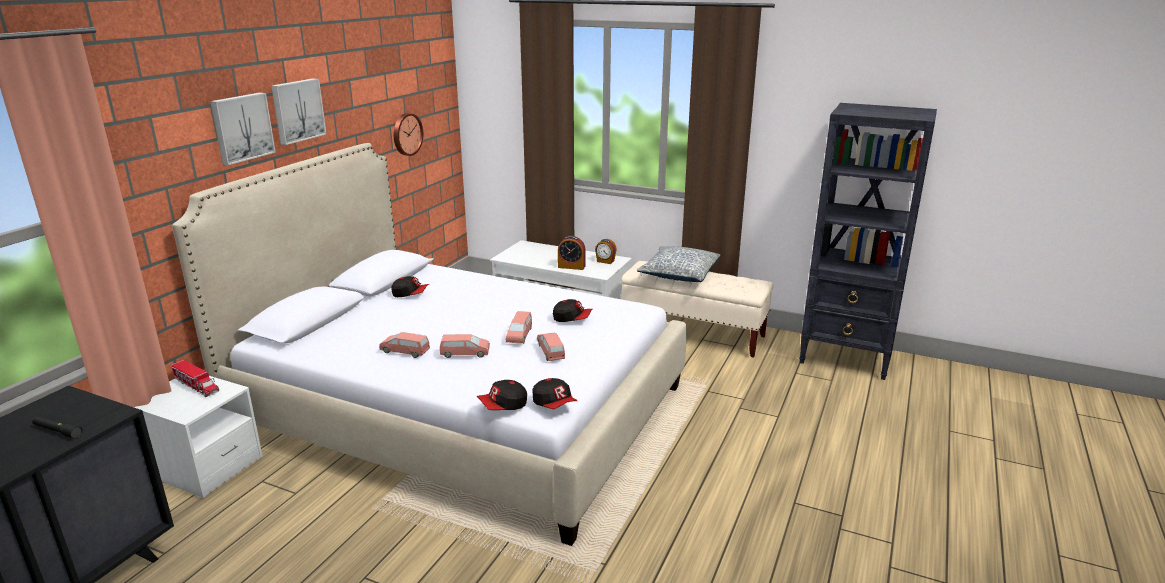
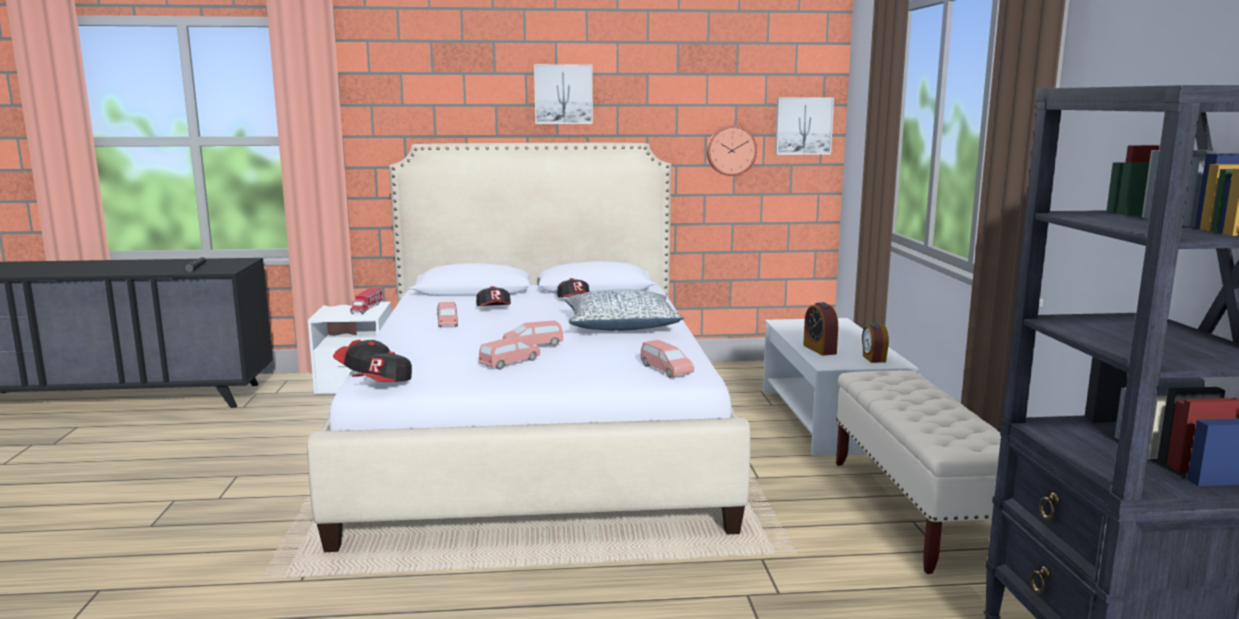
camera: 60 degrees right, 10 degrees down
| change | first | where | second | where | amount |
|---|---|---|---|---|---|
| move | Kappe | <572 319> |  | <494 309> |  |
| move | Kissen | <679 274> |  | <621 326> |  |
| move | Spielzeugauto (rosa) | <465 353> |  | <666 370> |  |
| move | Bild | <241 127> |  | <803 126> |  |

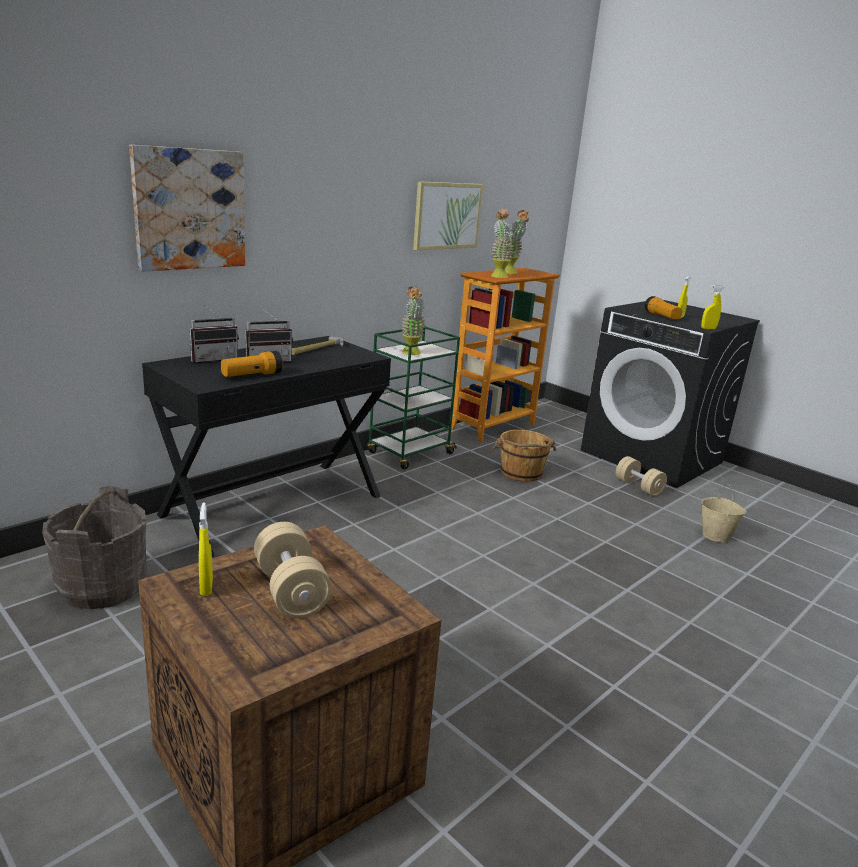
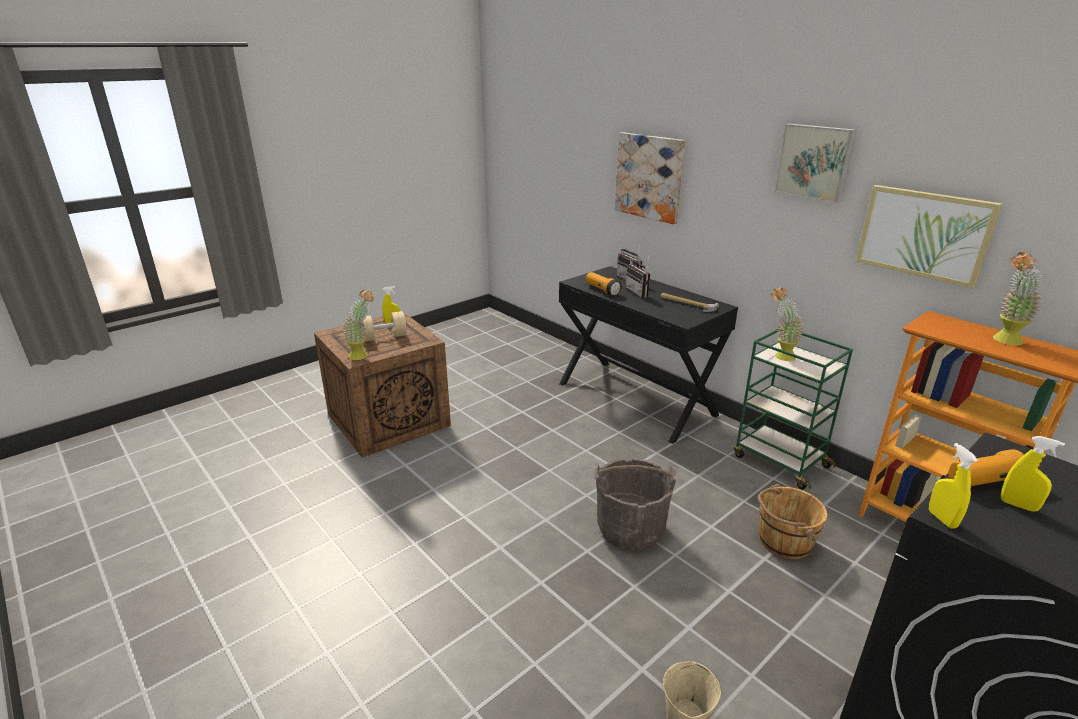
camera: 95 degrees right, 5 degrees up
| change | first | where | second | where | amount |
|---|---|---|---|---|---|
| move | Topfpflanze | <497 275> |  | <363 355> |  |
| move | Eimer (grau) | <102 586> |  | <630 529> |  |
| insert |  |  | Bild | <815 162> |  |
| delete | Hantel (beige) | <638 487> |  |  |  |

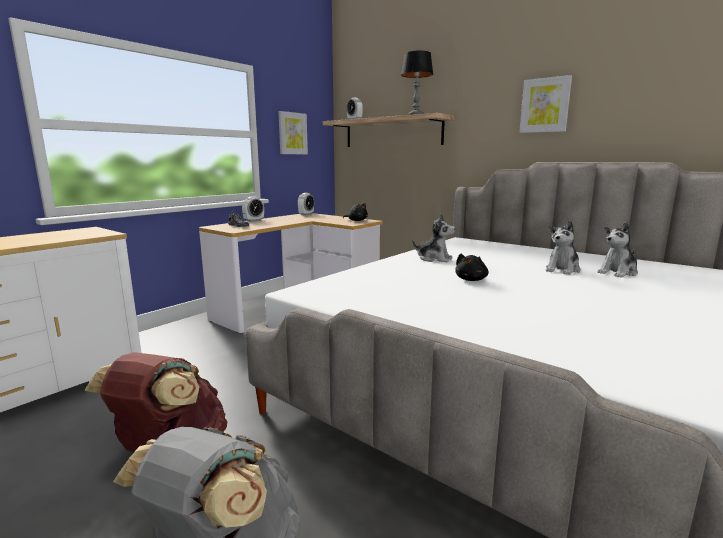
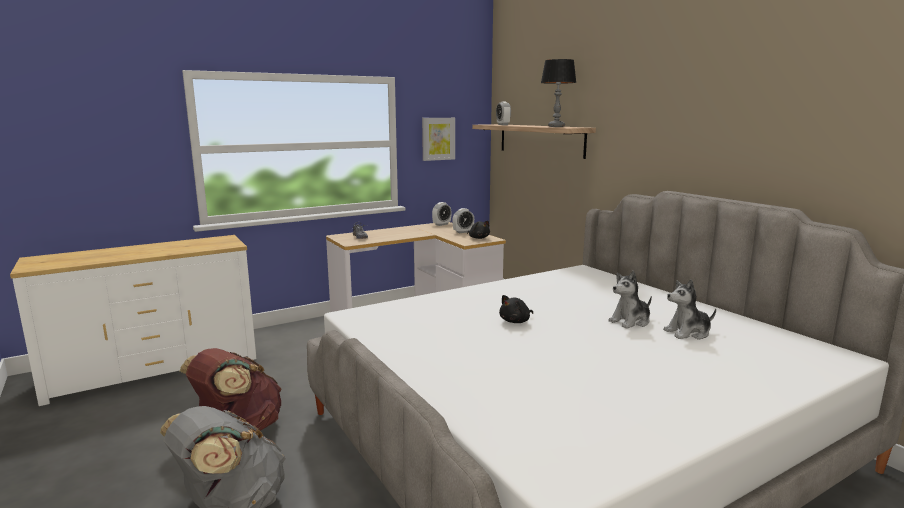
camera: 20 degrees right, 0 degrees up
| change | first | where | second | where | amount |
|---|---|---|---|---|---|
| move | Wecker | <254 220> |  | <463 232> |  |
| delete | Plüschtier | <434 259> |  |  |  |
| delete | Bild | <545 105> |  |  |  |

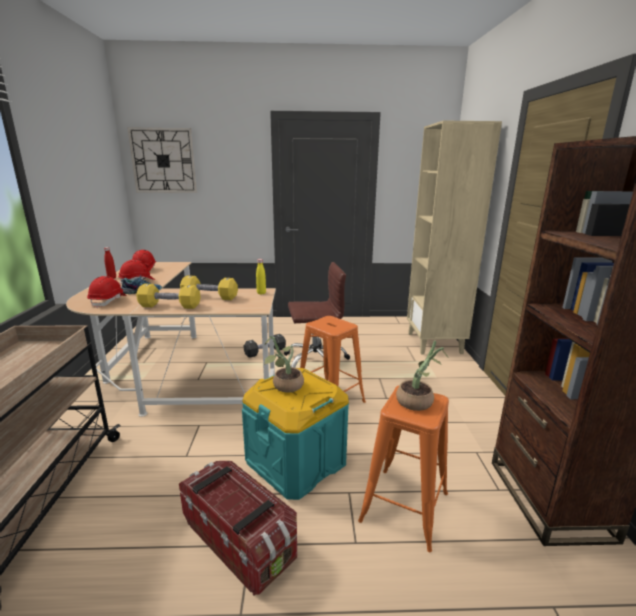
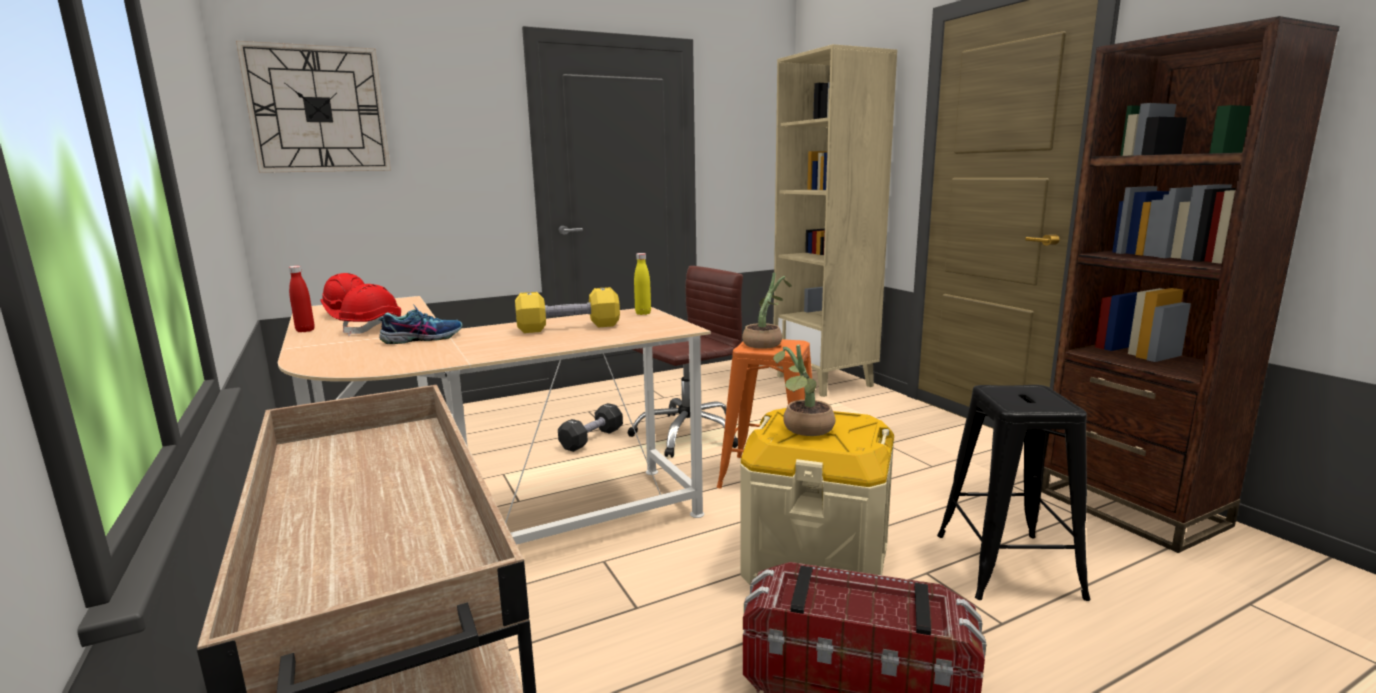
camera: 25 degrees left, 5 degrees down
| change | first | where | second | where | amount |
|---|---|---|---|---|---|
| recolor | Aufbewahrungsbox (türkis) | <296 462> | Aufbewahrungsbox (beige) | <816 561> |  |
| move | Topfpflanze | <419 401> |  | <766 343> |  |
| recolor | Hocker (orange) | <404 506> | Hocker (schwarz) | <1006 564> |  |
| delete | Schutzhelm (rot) | <108 301> |  |  |  |
| delete | Hantel (gelb) | <170 306> |  |  |  |

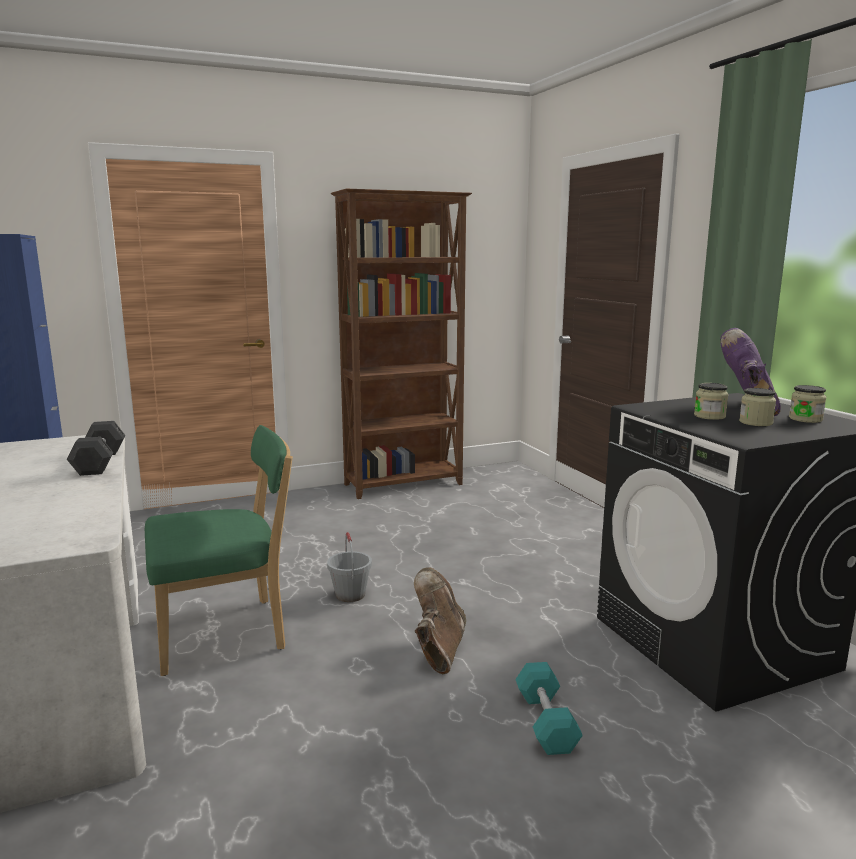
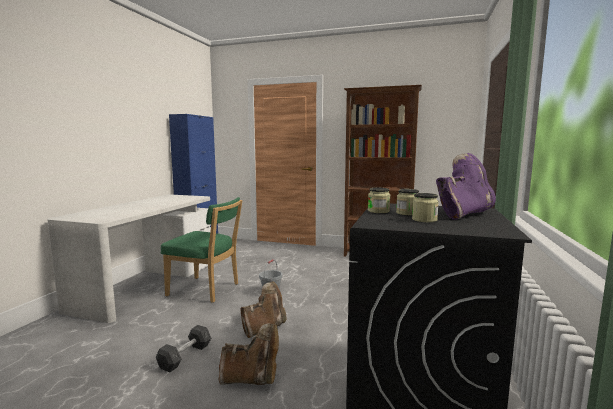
camera: 40 degrees right, 5 degrees down
| change | first | where | second | where | amount |
|---|---|---|---|---|---|
| move | Hantel (grau) | <99 462> |  | <185 356> |  |
| replace | Hantel (türkis) | <546 722> | Stiefel (braun) | <251 379> |  |
| move | Vorratsglas | <805 419> |  | <378 211> |  |

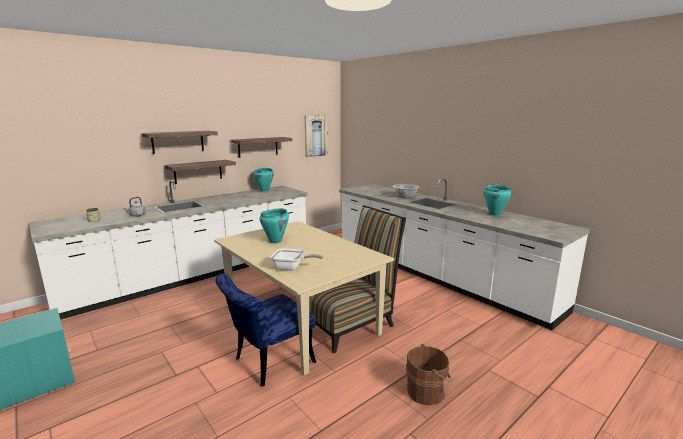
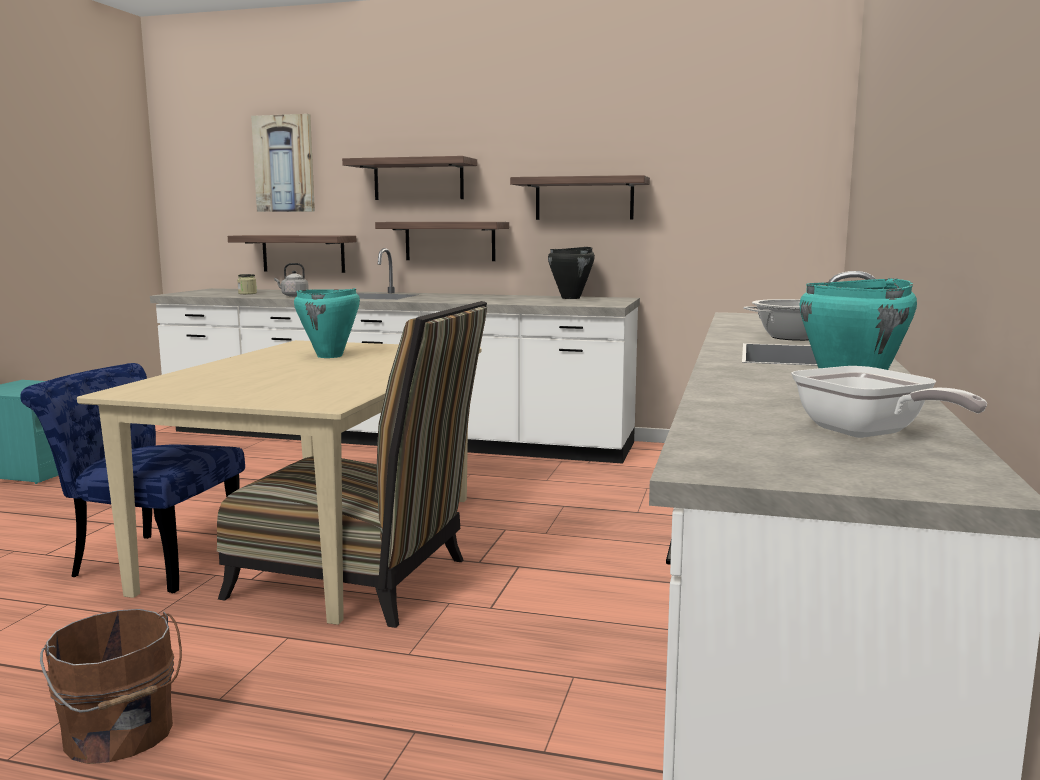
camera: 55 degrees right, 5 degrees down
| change | first | where | second | where | amount |
|---|---|---|---|---|---|
| insert |  |  | Wandregal | <303 253> |  |
| move | Bild | <315 136> |  | <284 164> |  |
| recolor | Kochtopf (türkis) | <264 190> | Kochtopf (schwarz) | <571 298> |  |
| move | Pfanne | <292 268> |  | <868 434> |  |

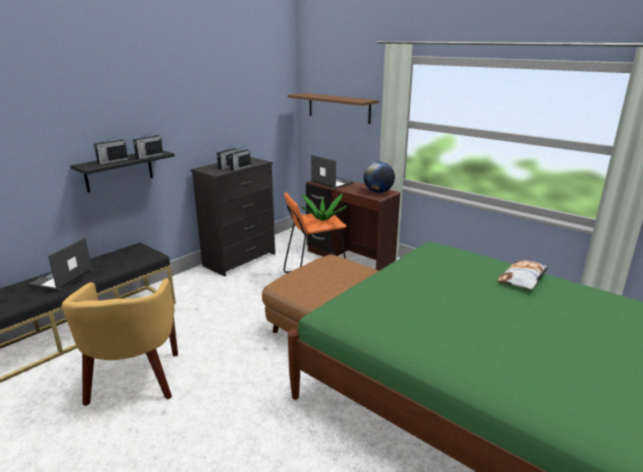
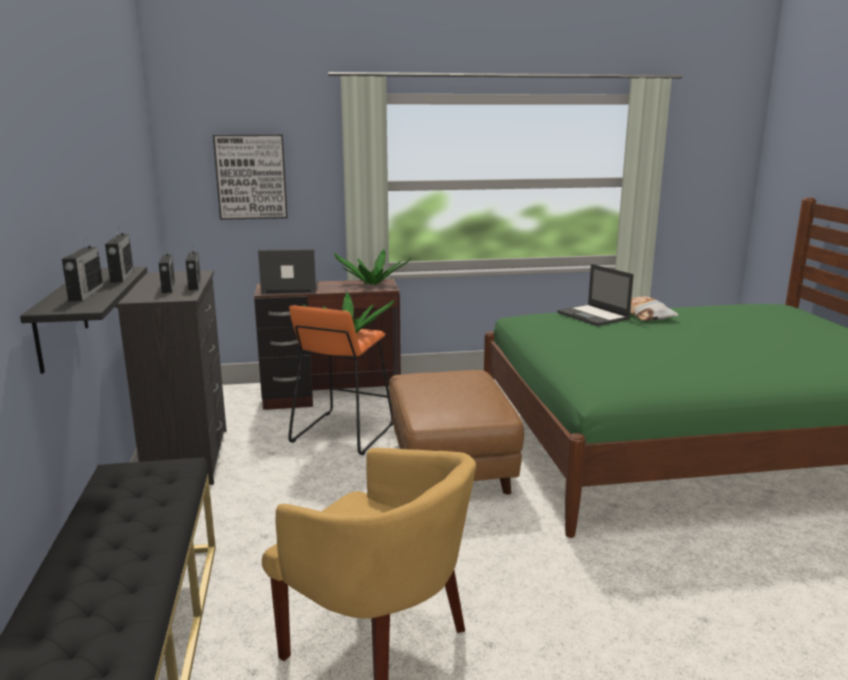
camera: 50 degrees left, 5 degrees down
| change | first | where | second | where | amount |
|---|---|---|---|---|---|
| replace | Wandregal (braun) | <338 108> | Bild | <251 177> |  |
| replace | Globus | <378 192> | Topfpflanze | <372 284> |  |
| move | Laptop | <61 278> |  | <594 316> |  |

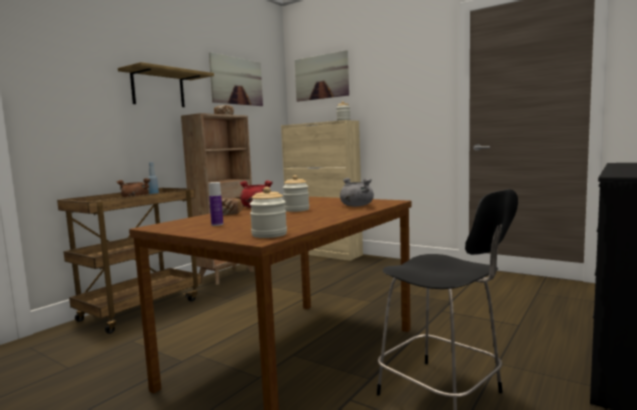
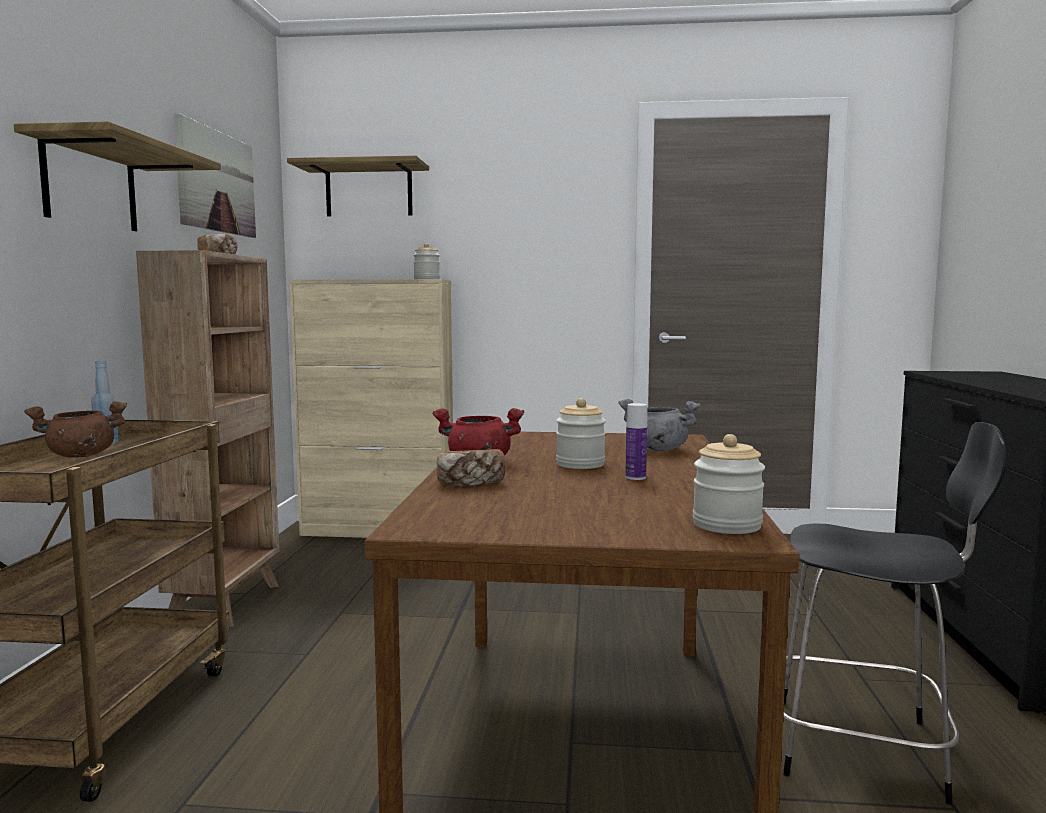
camera: 30 degrees left, 0 degrees up
| change | first | where | second | where | amount |
|---|---|---|---|---|---|
| replace | Bild | <321 77> | Wandregal | <369 191> |  |
| move | Flasche | <217 224> |  | <635 477> |  |

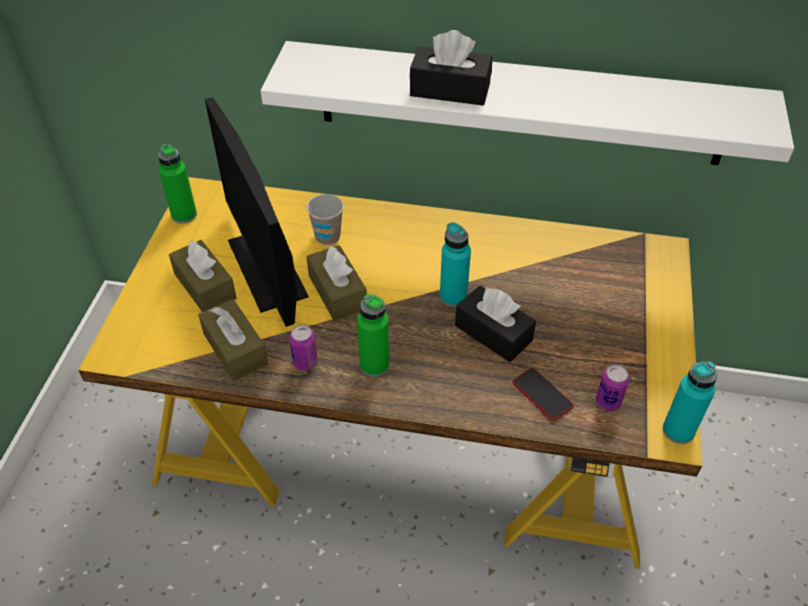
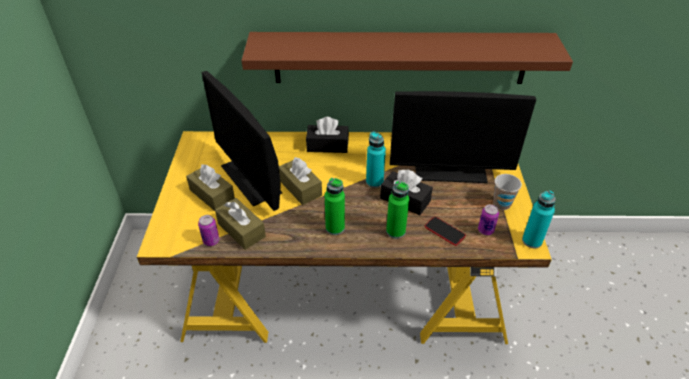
camera: 10 degrees left, 5 degrees down
| change | first | where | second | where | amount |
|---|---|---|---|---|---|
| move | Dose | <305 362> |  | <211 241> |  |
| recolor | Wandregal (weiß) | <520 104> | Wandregal (braun) | <400 58> |  |
| move | Taschentuchbox (schwarz) | <450 89> |  | <327 145> |  |
| move | Flasche (grün) | <184 215> |  | <395 231> |  |
| insert |  |  | Monitor | <450 171> |  |
| move | Tasse | <327 237> |  | <501 204> |  |

